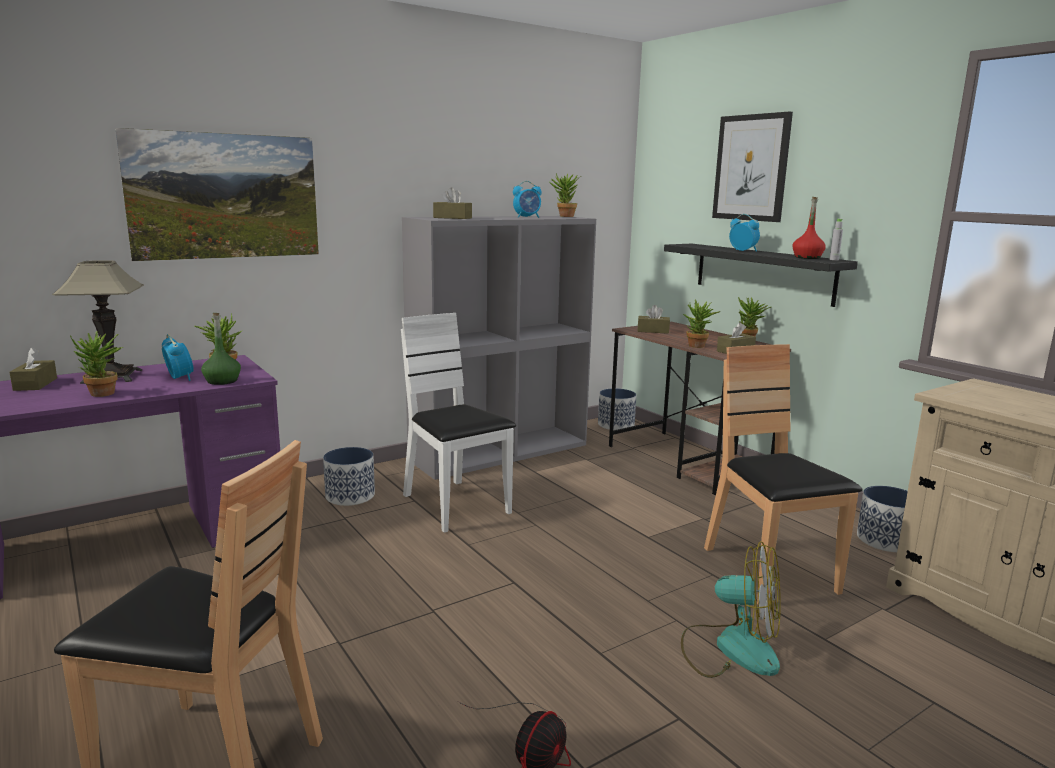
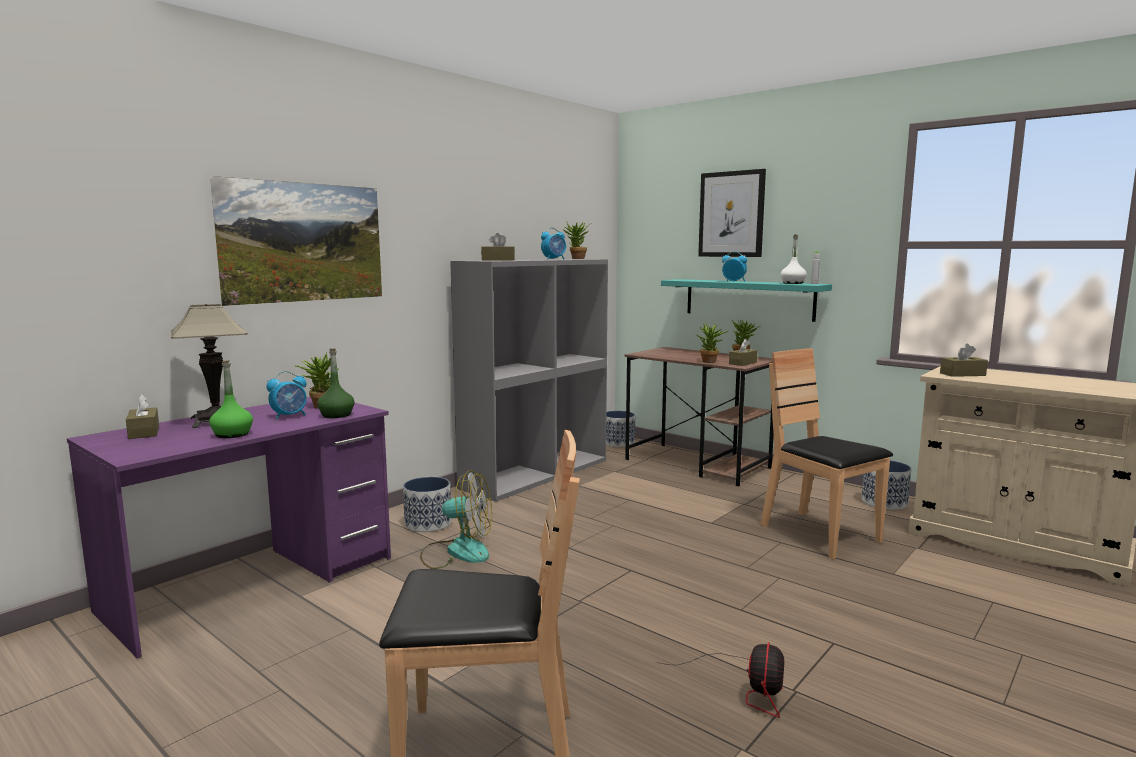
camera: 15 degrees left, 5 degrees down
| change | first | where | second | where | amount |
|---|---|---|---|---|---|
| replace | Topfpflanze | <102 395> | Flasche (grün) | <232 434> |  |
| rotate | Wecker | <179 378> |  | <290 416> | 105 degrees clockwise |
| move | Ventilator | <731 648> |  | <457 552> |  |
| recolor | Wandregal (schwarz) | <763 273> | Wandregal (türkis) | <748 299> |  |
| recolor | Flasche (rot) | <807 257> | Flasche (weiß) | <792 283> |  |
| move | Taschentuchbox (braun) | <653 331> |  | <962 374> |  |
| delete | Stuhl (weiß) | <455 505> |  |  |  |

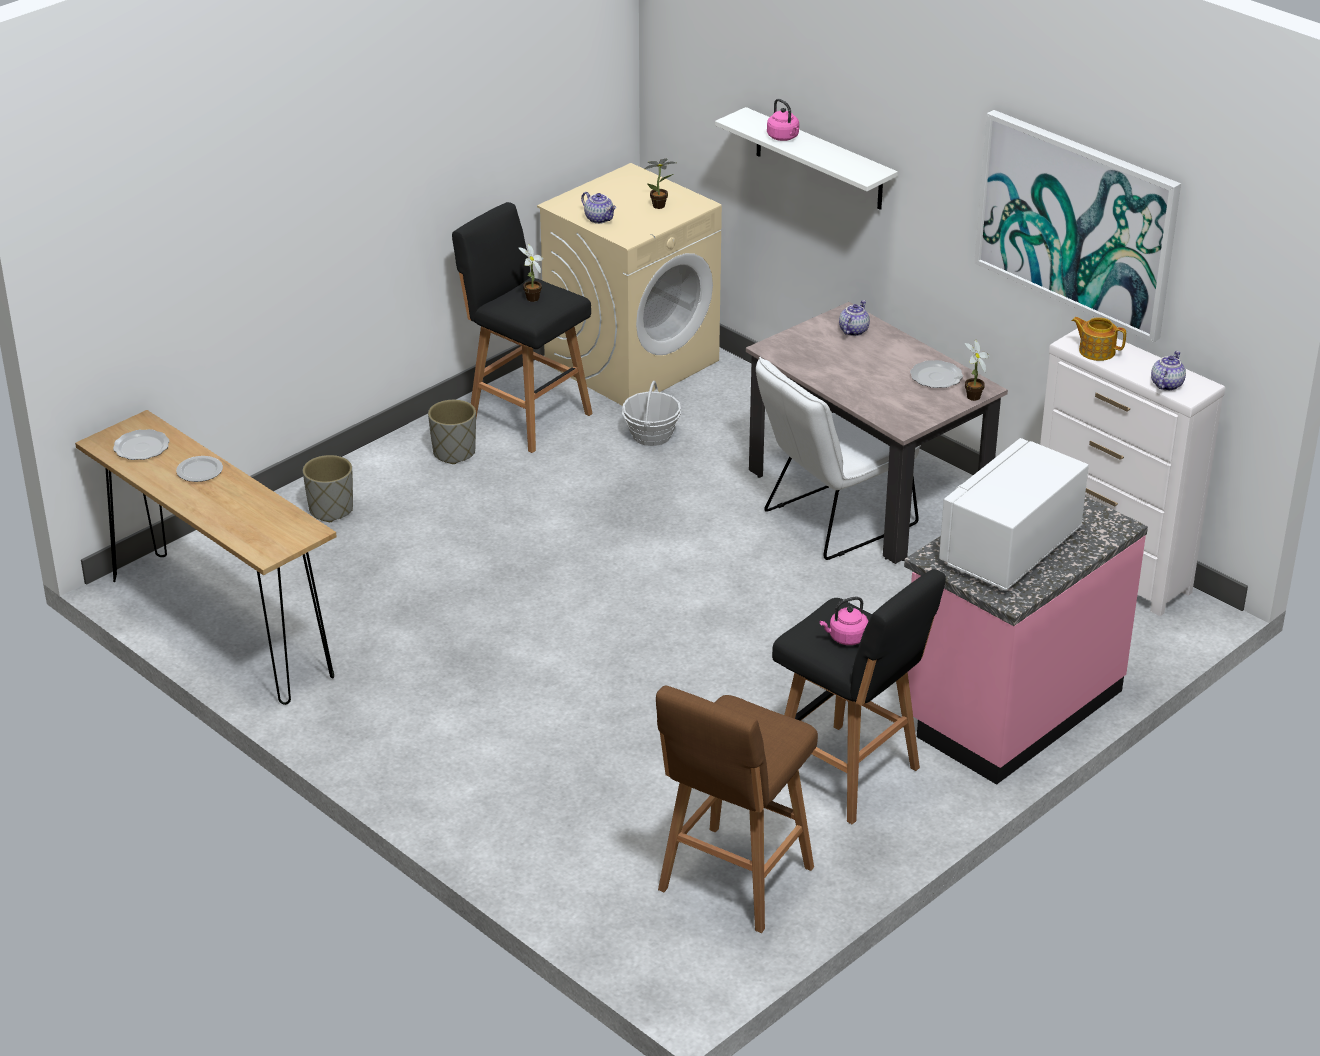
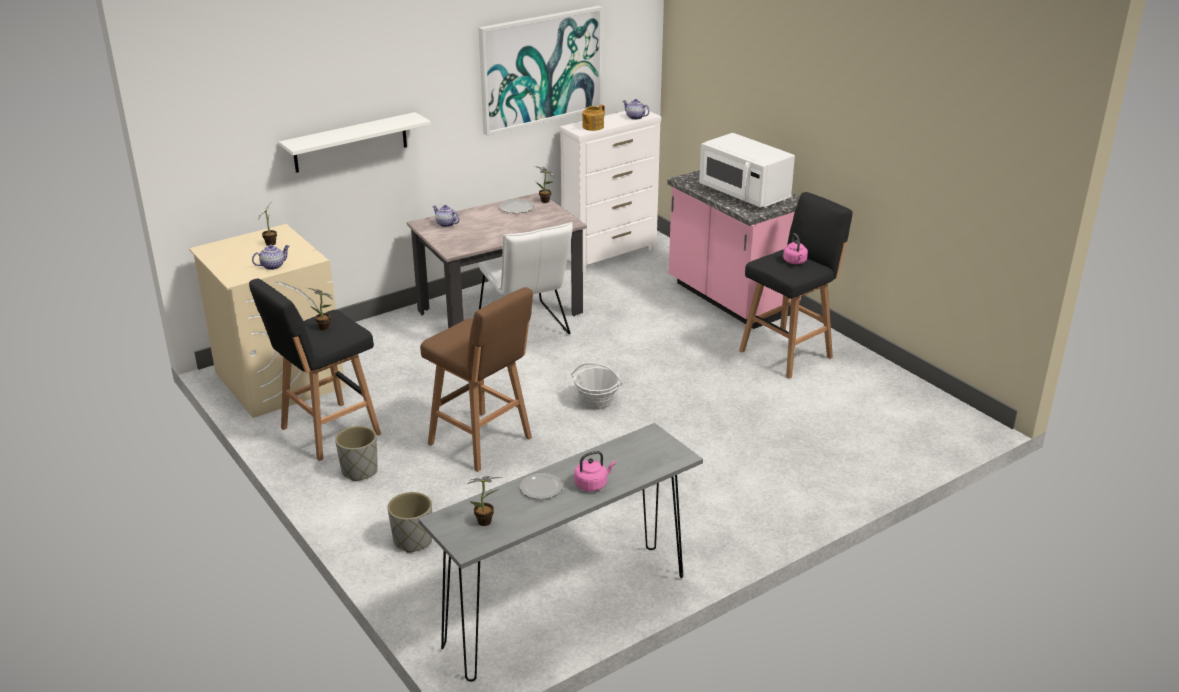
camera: 80 degrees left, 5 degrees down
| change | first | where | second | where | amount |
|---|---|---|---|---|---|
| recolor | Konsolentisch (braun) | <220 628> | Konsolentisch (grau) | <567 611> |  |
| move | Hocker (braun) | <733 882> |  | <482 442> |  |
| replace | Teller | <140 447> | Topfpflanze | <487 522> |  |
| move | Korb | <651 435> |  | <596 401> |  |
| move | Wasserkessel (rosa) | <784 137> |  | <592 484> |  |

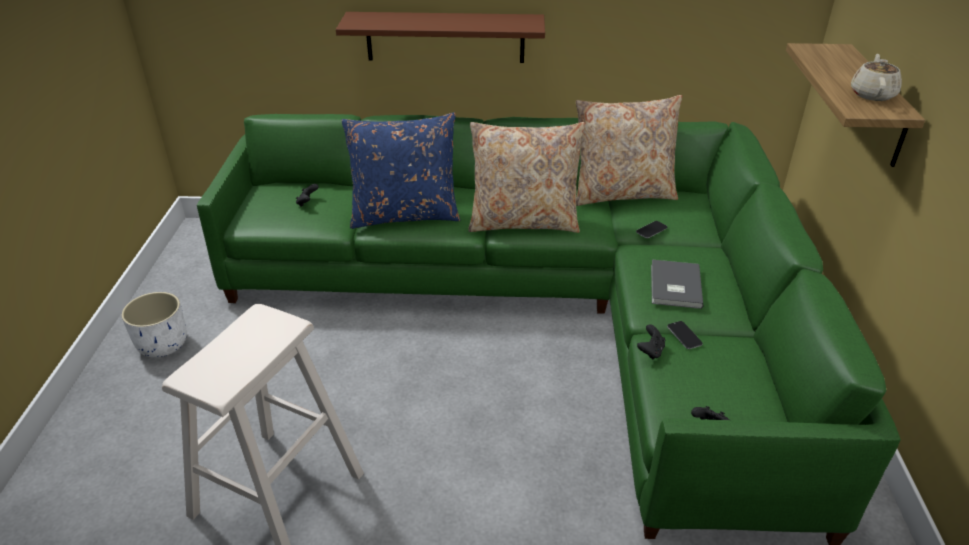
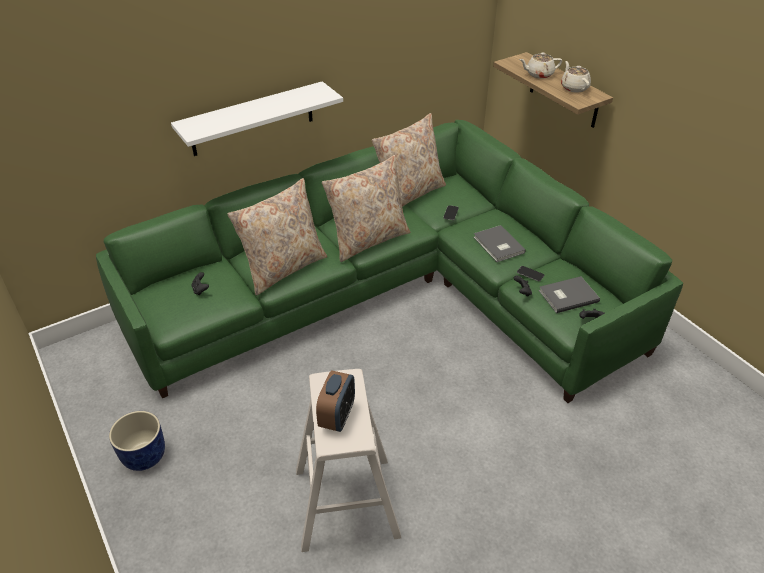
camera: 35 degrees left, 5 degrees up
| change | first | where | second | where | amount |
|---|---|---|---|---|---|
| recolor | Pflanzkübel (weiß) | <163 344> | Pflanzkübel (blau) | <144 455> |  |
| recolor | Wandregal (braun) | <445 37> | Wandregal (weiß) | <252 119> |  |
| recolor | Kissen (blau) | <405 214> | Kissen (beige) | <283 268> |  |
| insert |  |  | Wecker | <337 417> |  |
| insert |  |  | Teekanne (beige) | <539 74> |  |
| insert |  |  | Buch (grau) | <567 295> |  |

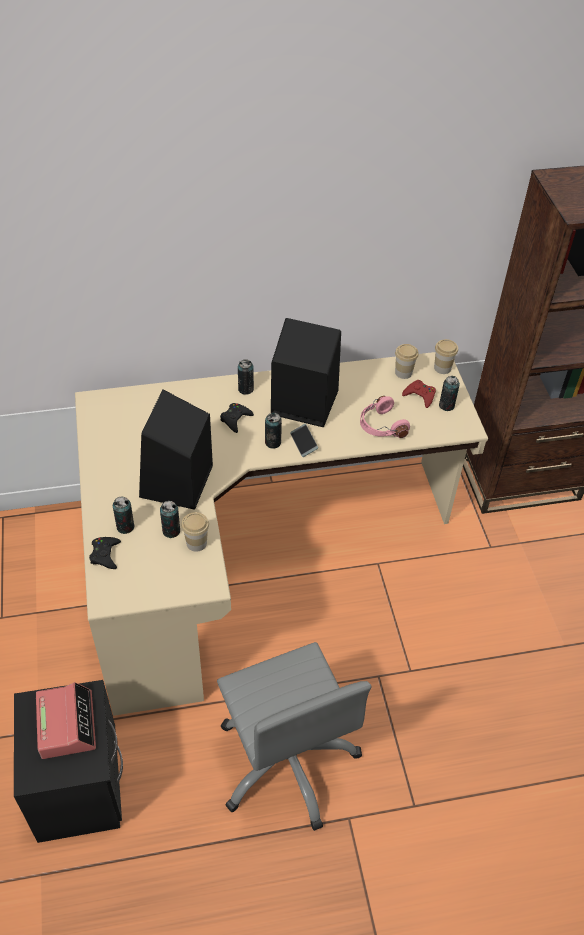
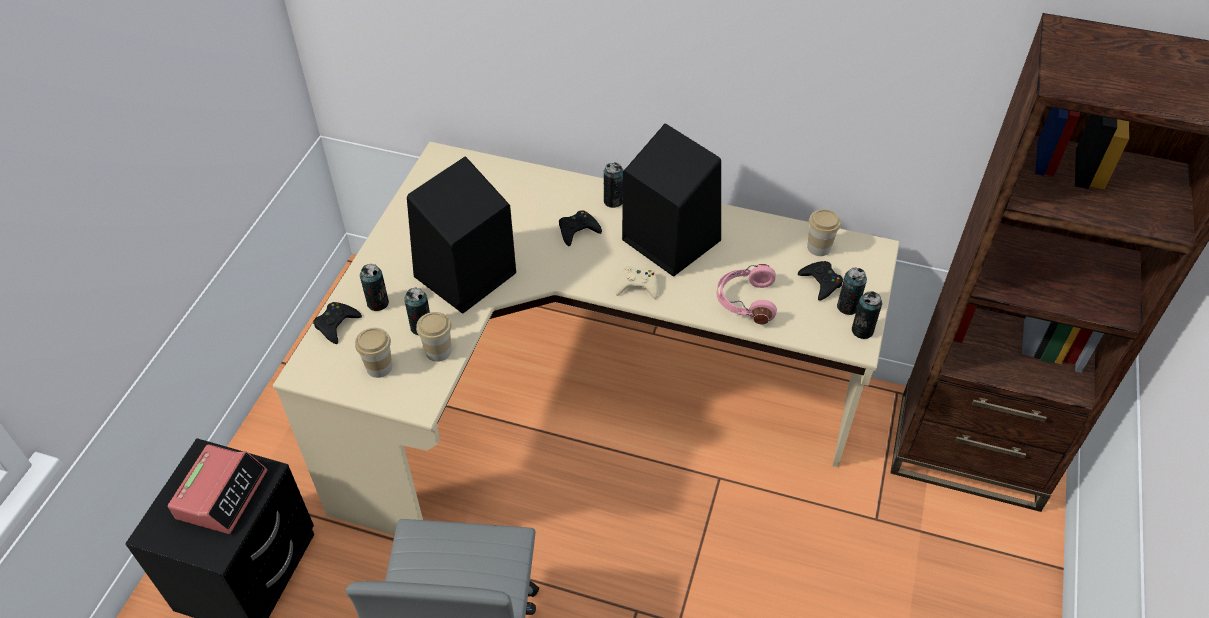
camera: 30 degrees right, 0 degrees up
| change | first | where | second | where | amount |
|---|---|---|---|---|---|
| move | Tasse | <442 368> |  | <379 367> |  |
| replace | Handy | <303 443> | Gamepad (beige) | <637 286> |  |
| recolor | Gamepad (rot) | <420 396> | Gamepad (schwarz) | <821 282> |  |
| move | Dose | <273 442> |  | <862 330> |  |

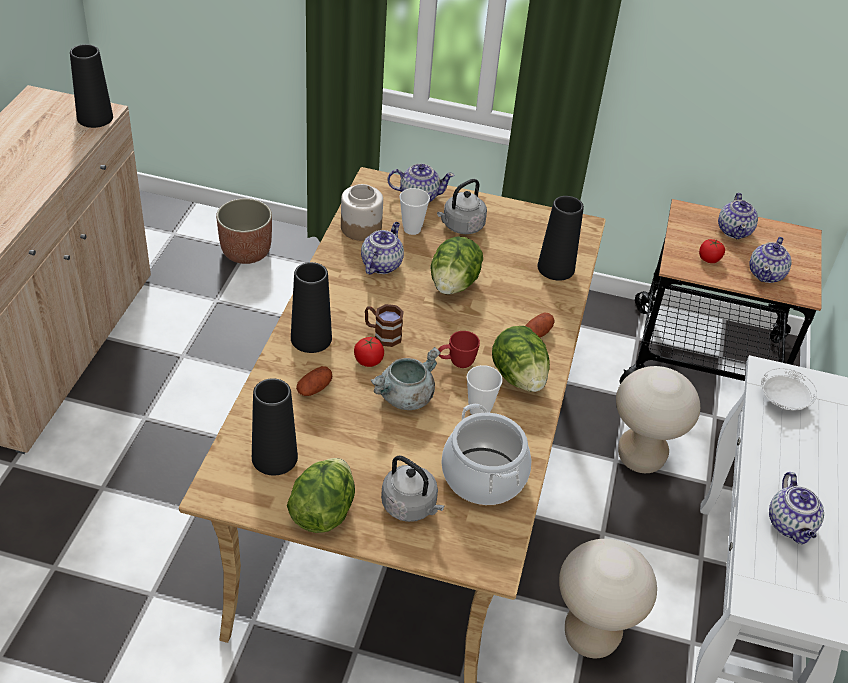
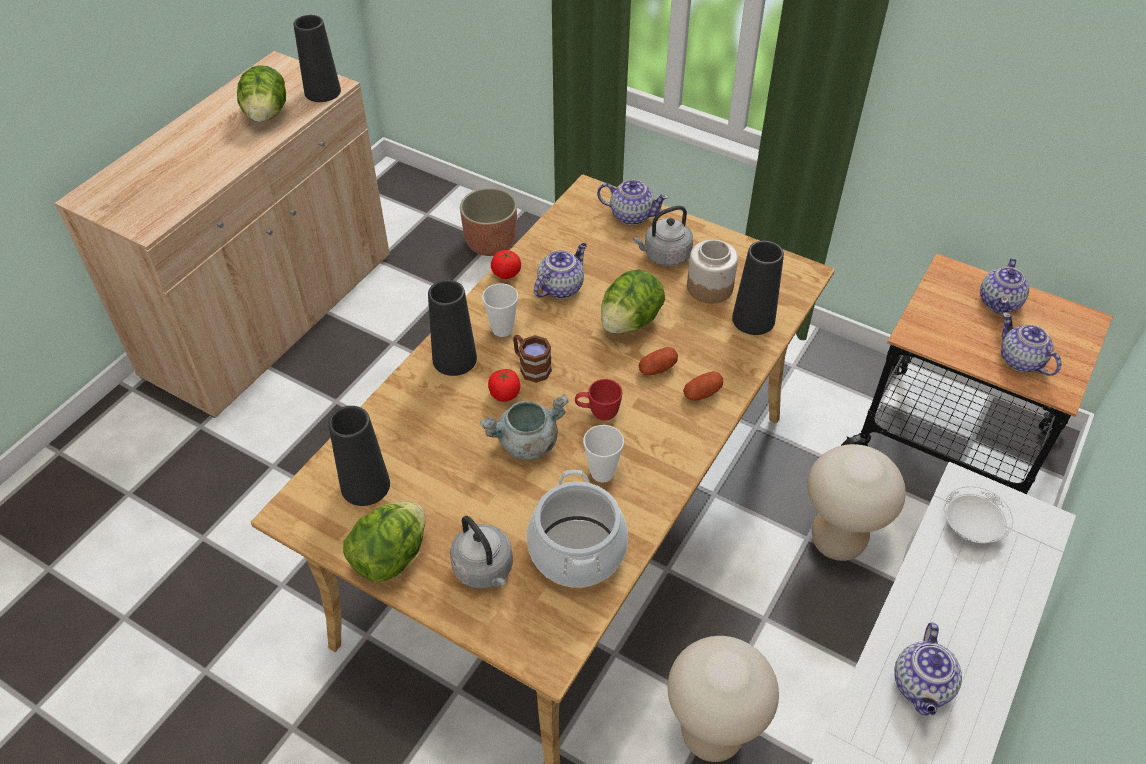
camera: 20 degrees right, 5 degrees up
| change | first | where | second | where | amount |
|---|---|---|---|---|---|
| move | Salatkopf | <519 377> |  | <266 115> |  |
| move | Tasse | <412 229> |  | <502 329> |  |
| move | Tomate | <709 259> |  | <506 273> |  |
| move | Kartoffel | <314 388> |  | <657 368> |  |
| move | Vorratsglas | <361 227> |  | <710 287> |  |
| rotate | Teekanne | <766 274> |  | <1021 361> | 105 degrees clockwise |

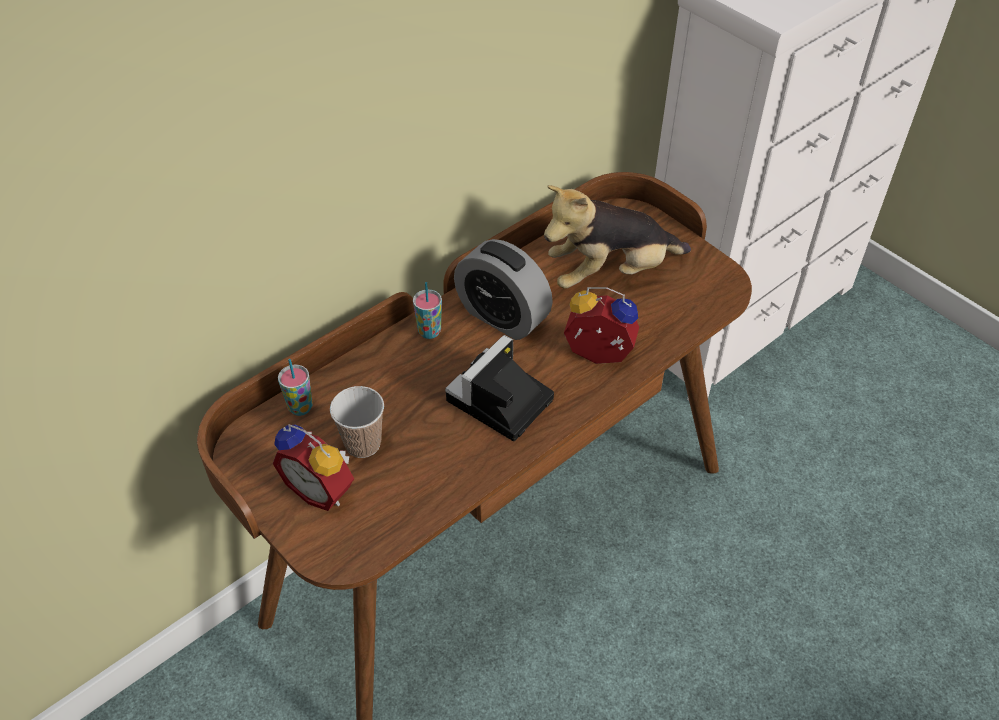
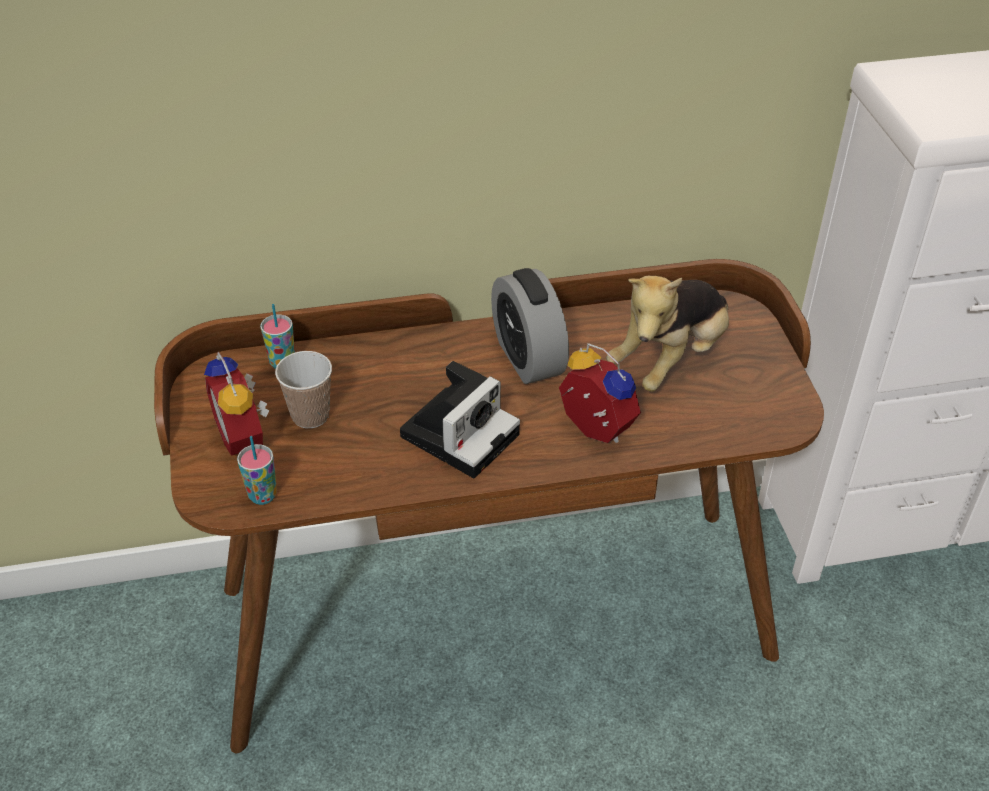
camera: 30 degrees right, 5 degrees down
| change | first | where | second | where | amount |
|---|---|---|---|---|---|
| move | Tasse | <429 332> |  | <262 496> |  |
| rotate | Kamera | <498 403> |  | <461 432> | 150 degrees clockwise |
| rotate | Plüschtier | <610 273> |  | <670 360> | 60 degrees counterclockwise |

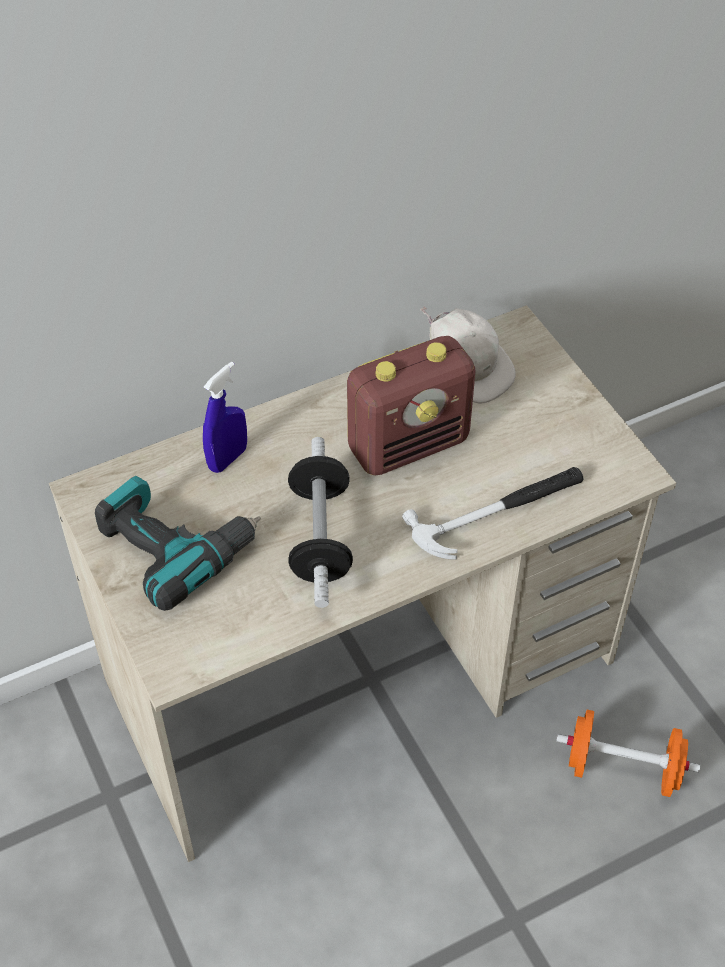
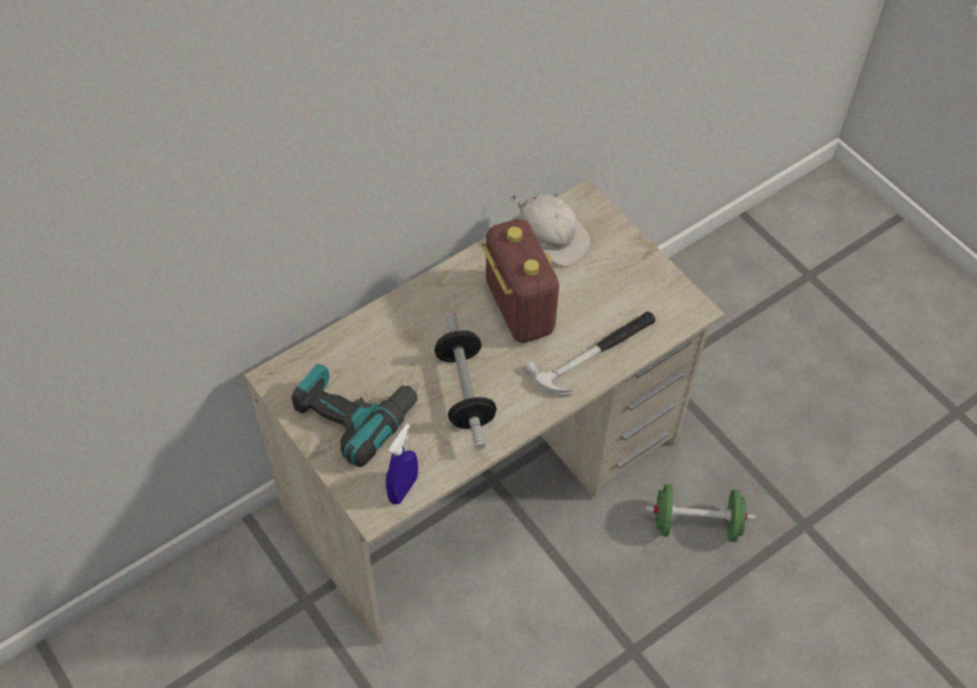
camera: 10 degrees left, 5 degrees up
| change | first | where | second | where | amount |
|---|---|---|---|---|---|
| move | Sprühflasche (blau) | <228 459> |  | <403 489> |  |
| rotate | Radio | <409 444> |  | <518 307> | 75 degrees counterclockwise |
| recolor | Hantel (orange) | <622 768> | Hantel (grün) | <696 524> |  |

